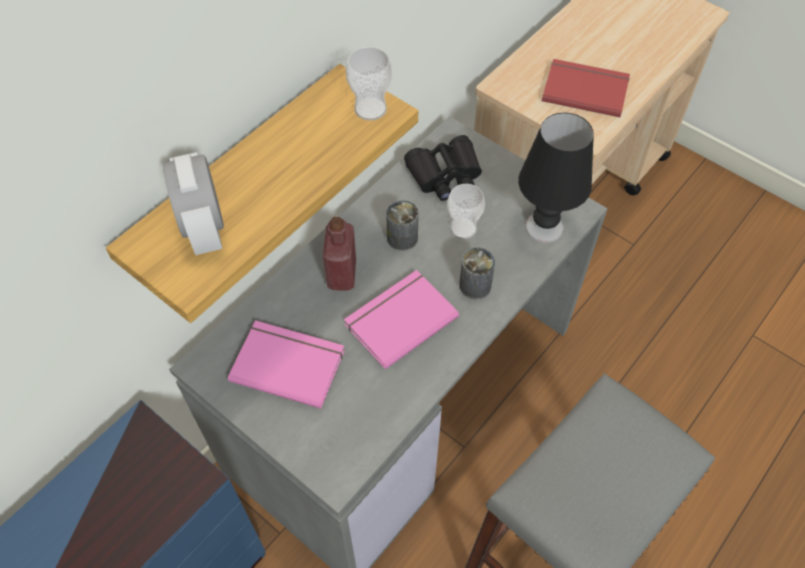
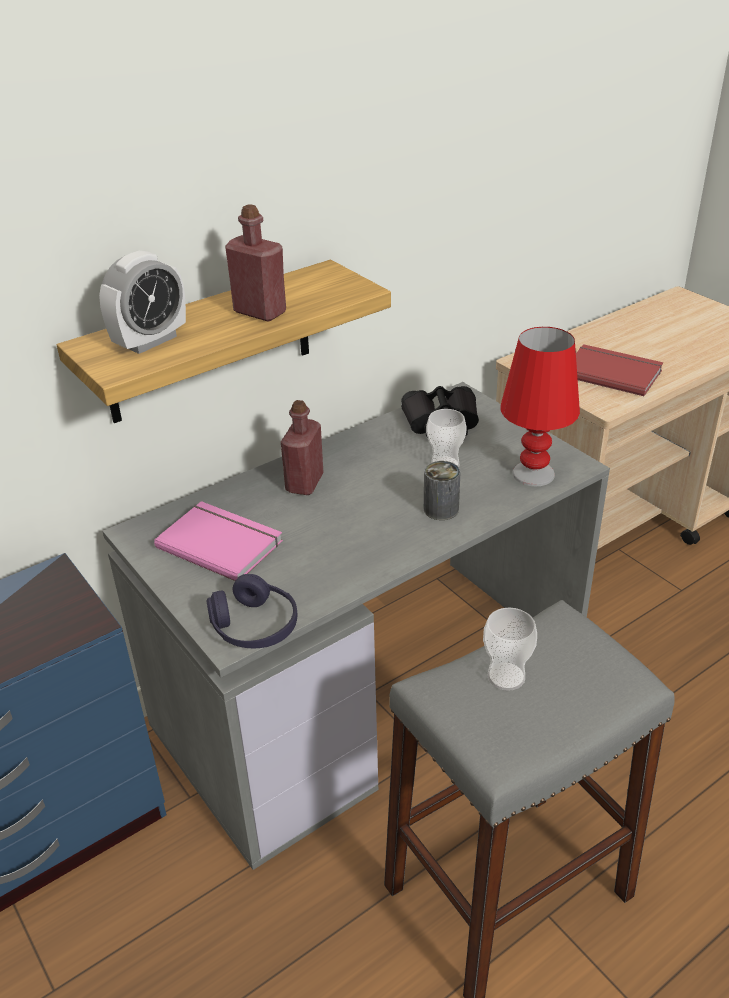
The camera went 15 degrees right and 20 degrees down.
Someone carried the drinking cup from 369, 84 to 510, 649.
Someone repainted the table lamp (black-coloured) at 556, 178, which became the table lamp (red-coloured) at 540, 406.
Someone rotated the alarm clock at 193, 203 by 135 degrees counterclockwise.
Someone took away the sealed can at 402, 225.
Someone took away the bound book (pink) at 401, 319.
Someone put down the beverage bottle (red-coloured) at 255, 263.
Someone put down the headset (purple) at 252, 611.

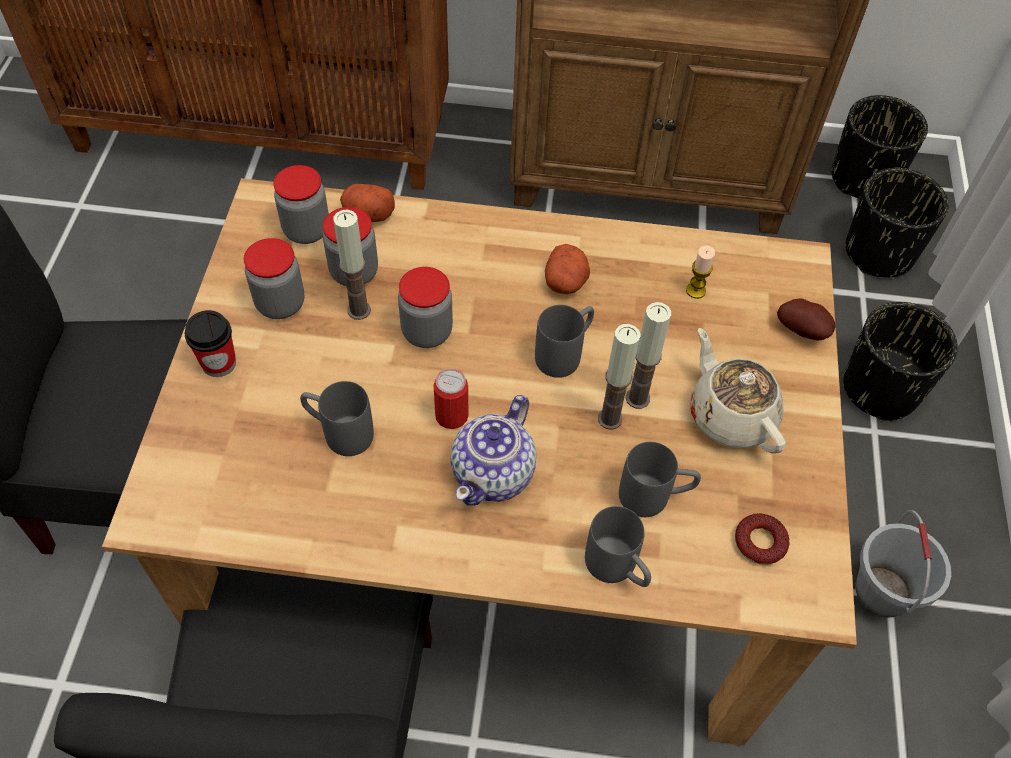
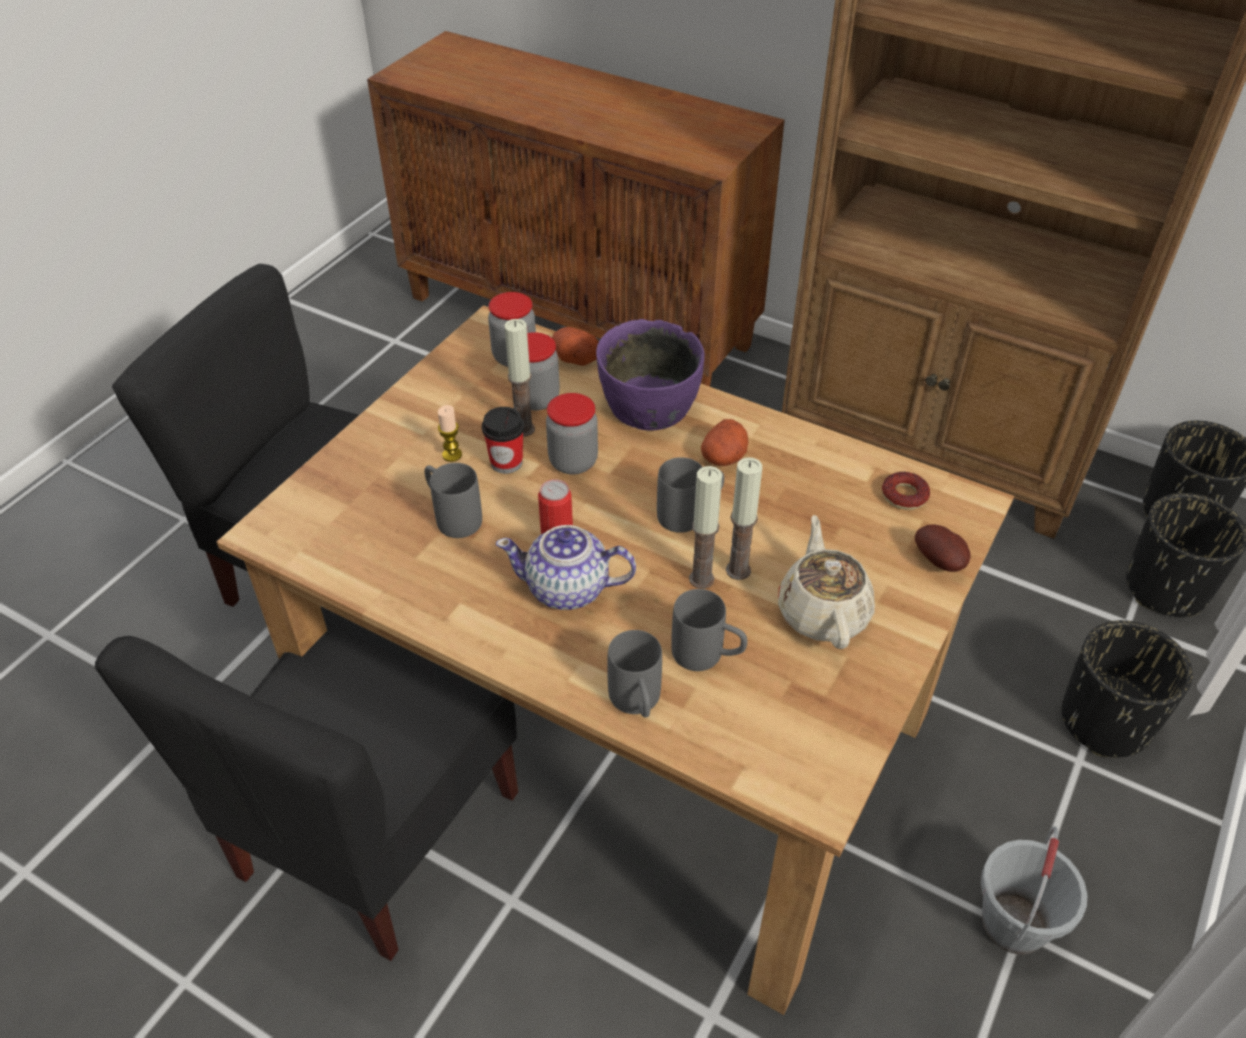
The camera went 25 degrees right and 10 degrees down.
Someone took away the preserve jar at 274, 278.
Someone carried the candle from 700, 272 to 450, 433.
Someone carried the drinking cup from 210, 343 to 503, 440.
Someone rotated the tea pot at 493, 450 by 45 degrees clockwise.
Someone carried the ring doughnut from 762, 539 to 906, 491.
Someone put down the bowl (purple) at 650, 375.

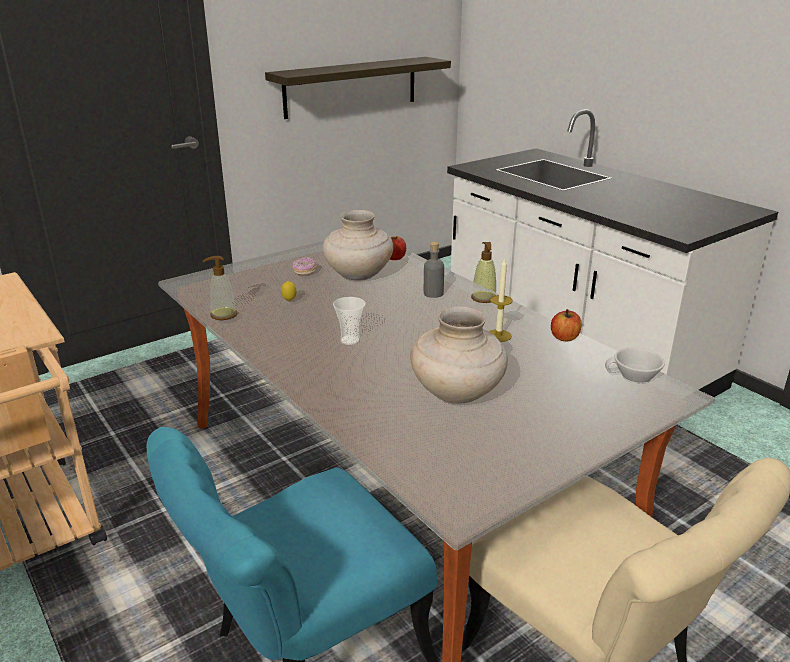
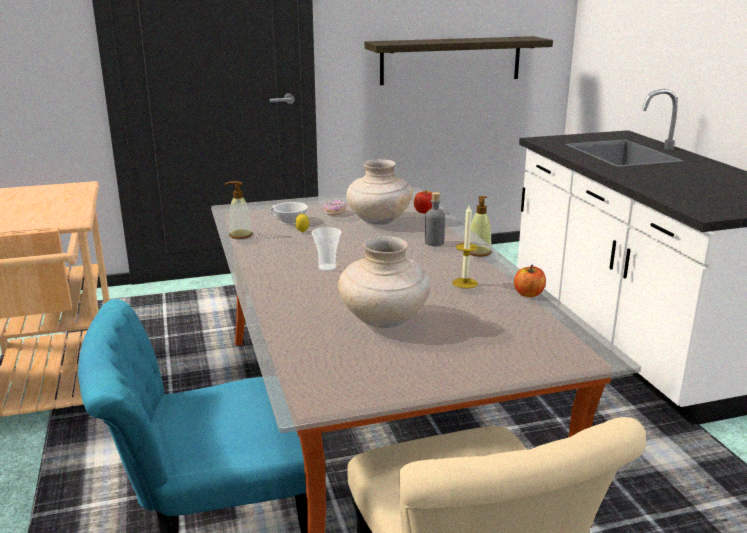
The camera went 20 degrees right and 5 degrees down.
Someone carried the drinking cup (white) from 635, 365 to 289, 213.

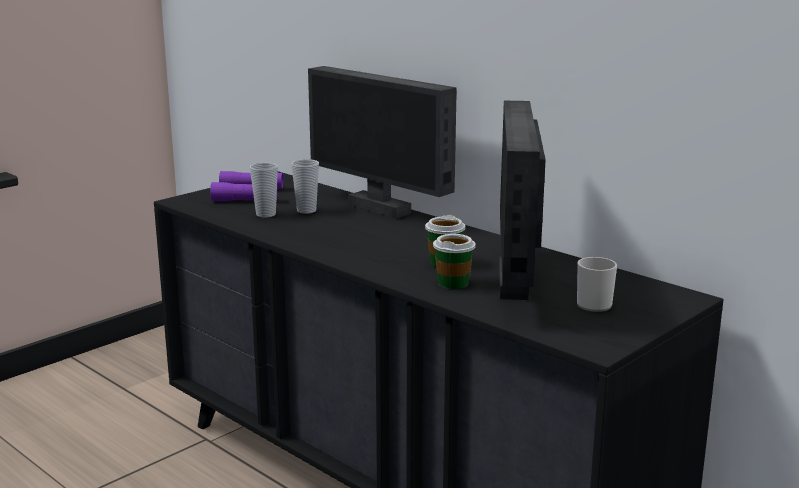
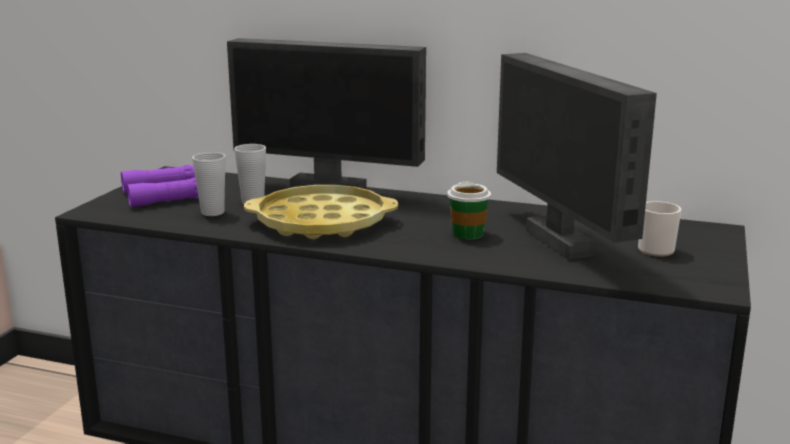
The camera went 25 degrees left and 0 degrees up.
Someone took away the drinking cup at 454, 261.
Someone put down the tray (yellow) at 321, 212.

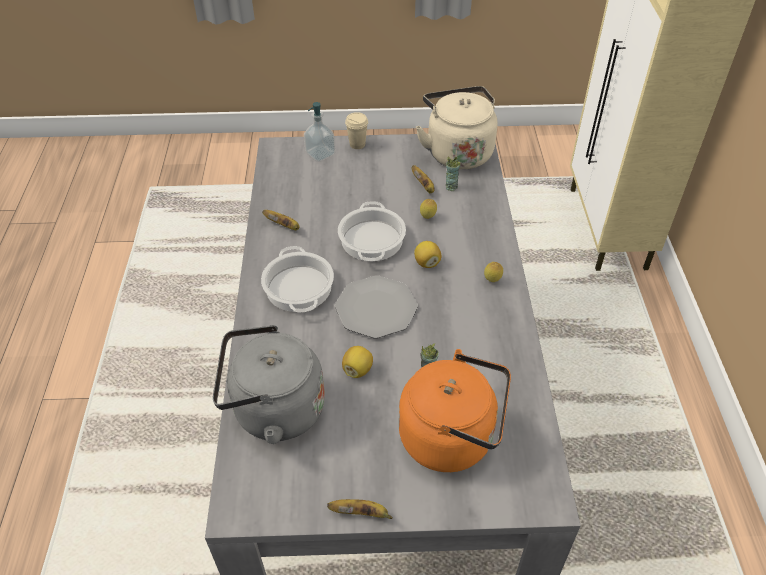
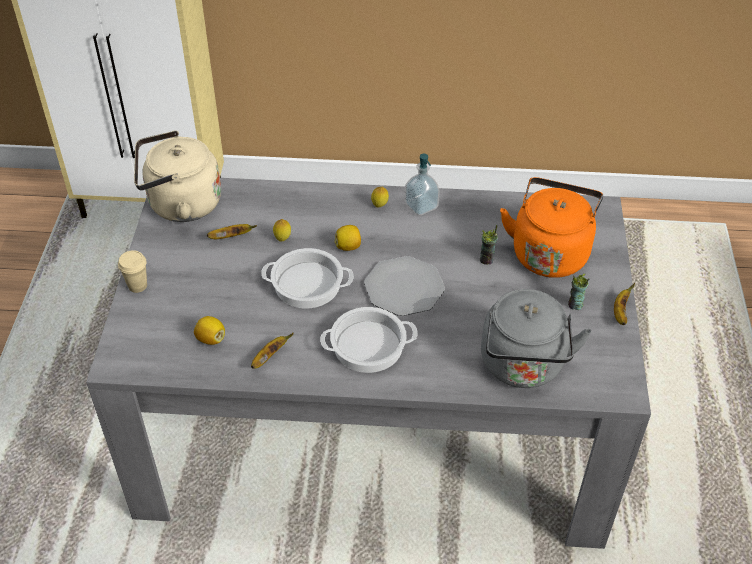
The camera went 85 degrees left and 0 degrees up.
Someone carried the soap dispenser from 320, 132 to 422, 185.
Someone carried the drinking cup from 453, 173 to 579, 292.
Someone carried the citrus fruit from 357, 362 to 209, 330.

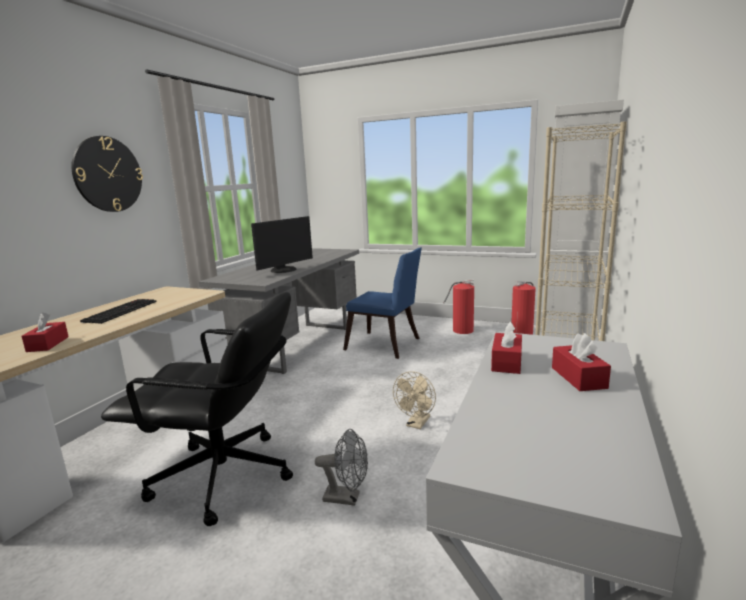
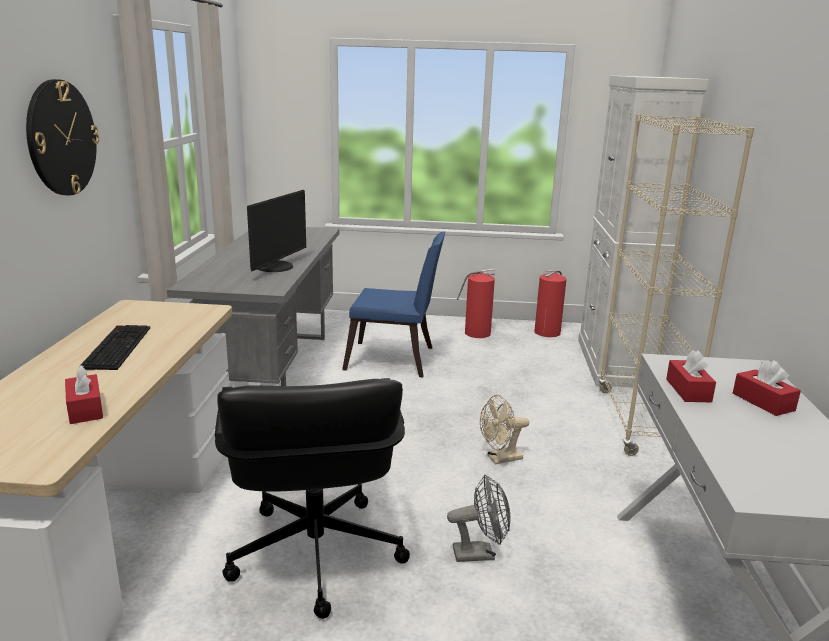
The camera went 20 degrees left and 5 degrees up.
Someone rotated the computer chair (black-coloured) at 197, 409 by 90 degrees clockwise.
Someone rotated the cooling fan (beige-coloured) at 414, 400 by 60 degrees clockwise.

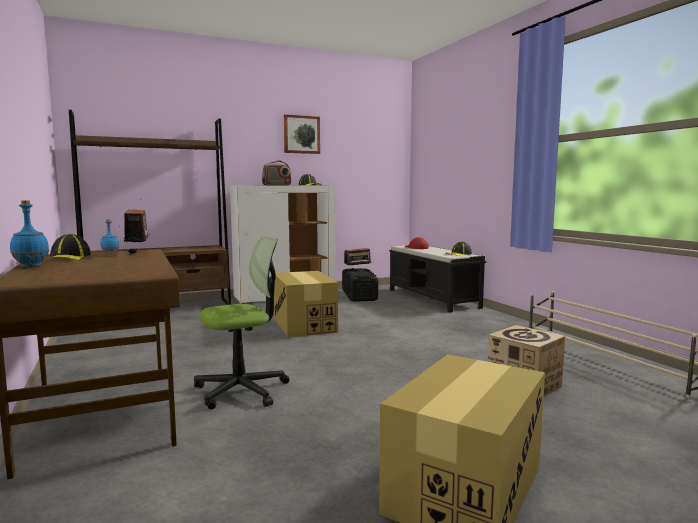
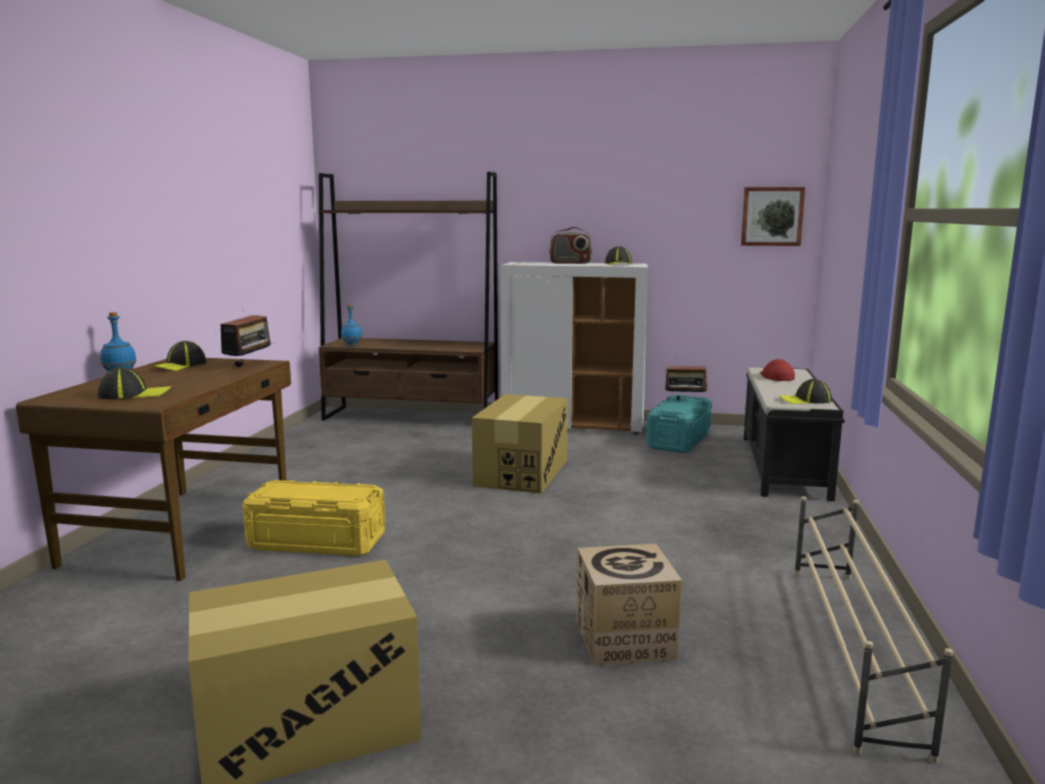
The camera went 35 degrees right and 5 degrees up.
Someone carried the wall picture from 302, 134 to 773, 216.
Someone swapped the computer chair at 241, 322 for the storage bin (yellow) at 313, 518.
Someone repainted the storage bin (black-coloured) at 360, 285, which became the storage bin (turquoise) at 679, 424.
Someone put down the peaked cap at 134, 383.

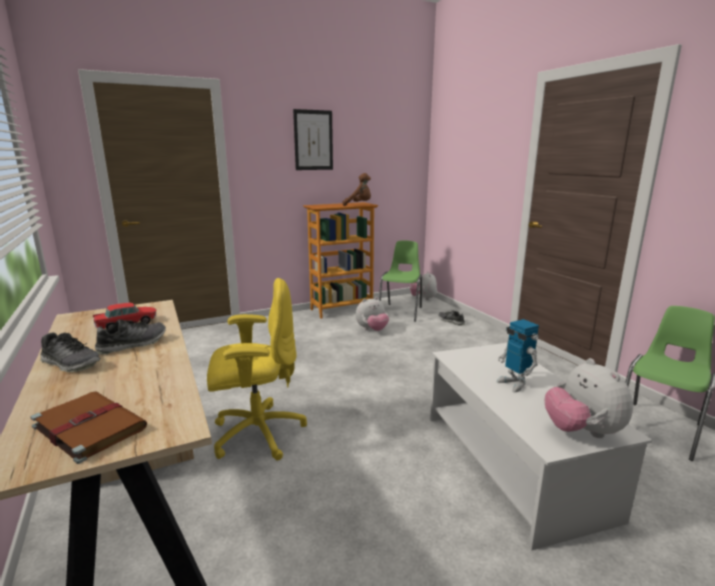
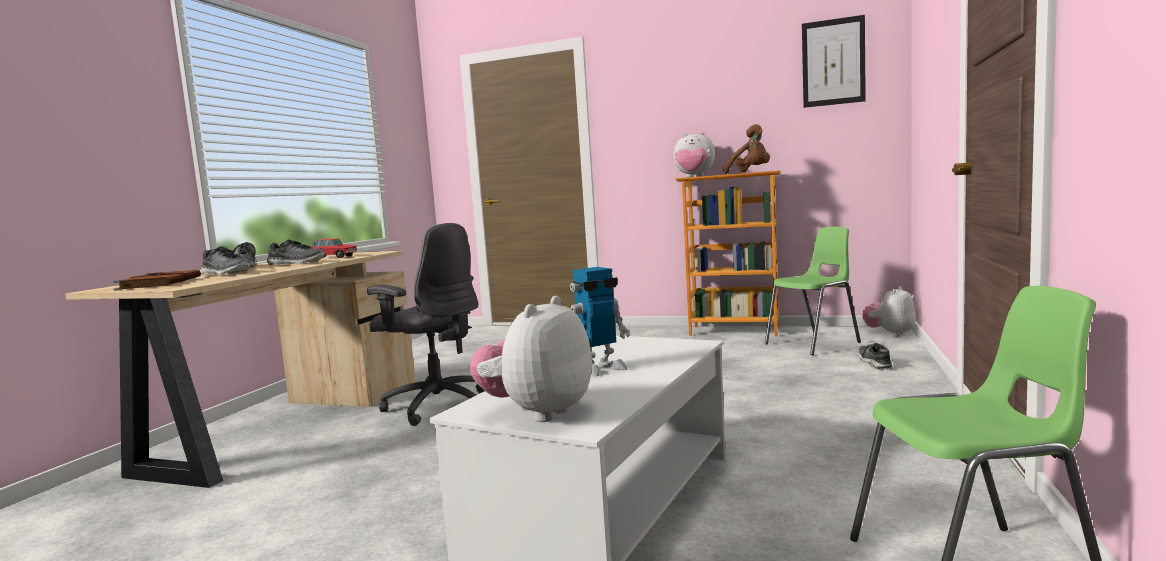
The camera went 45 degrees right and 10 degrees down.
Someone carried the wall picture from 313, 139 to 834, 61.
Someone repainted the computer chair (yellow) at 257, 369, which became the computer chair (grey) at 426, 324.
Someone carried the soft toy from 372, 314 to 694, 154.
Someone rotated the robot figure at 518, 355 by 135 degrees counterclockwise.
Someone put down the item of footwear at 226, 260.

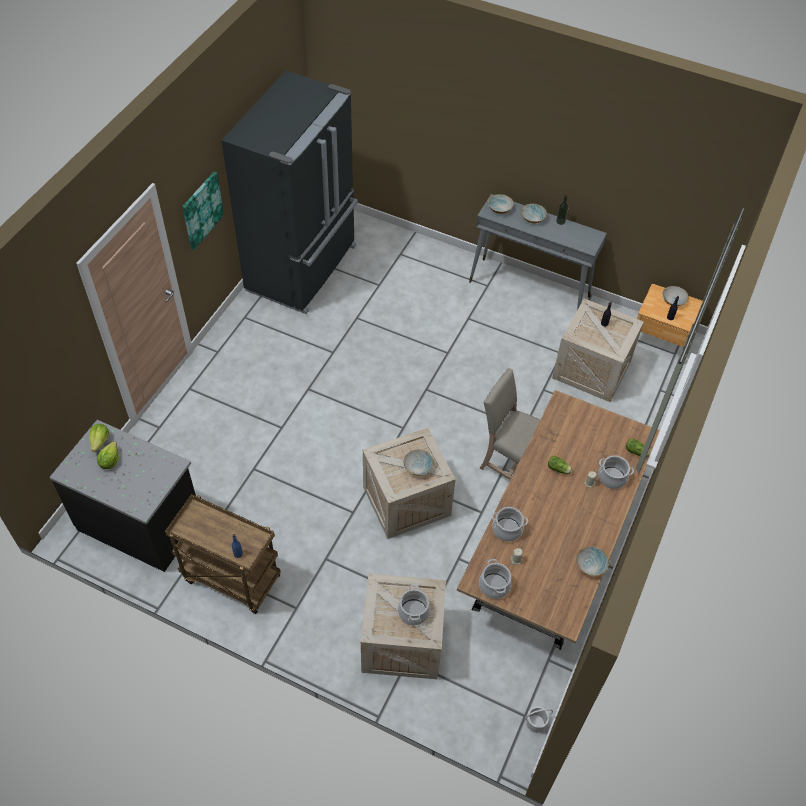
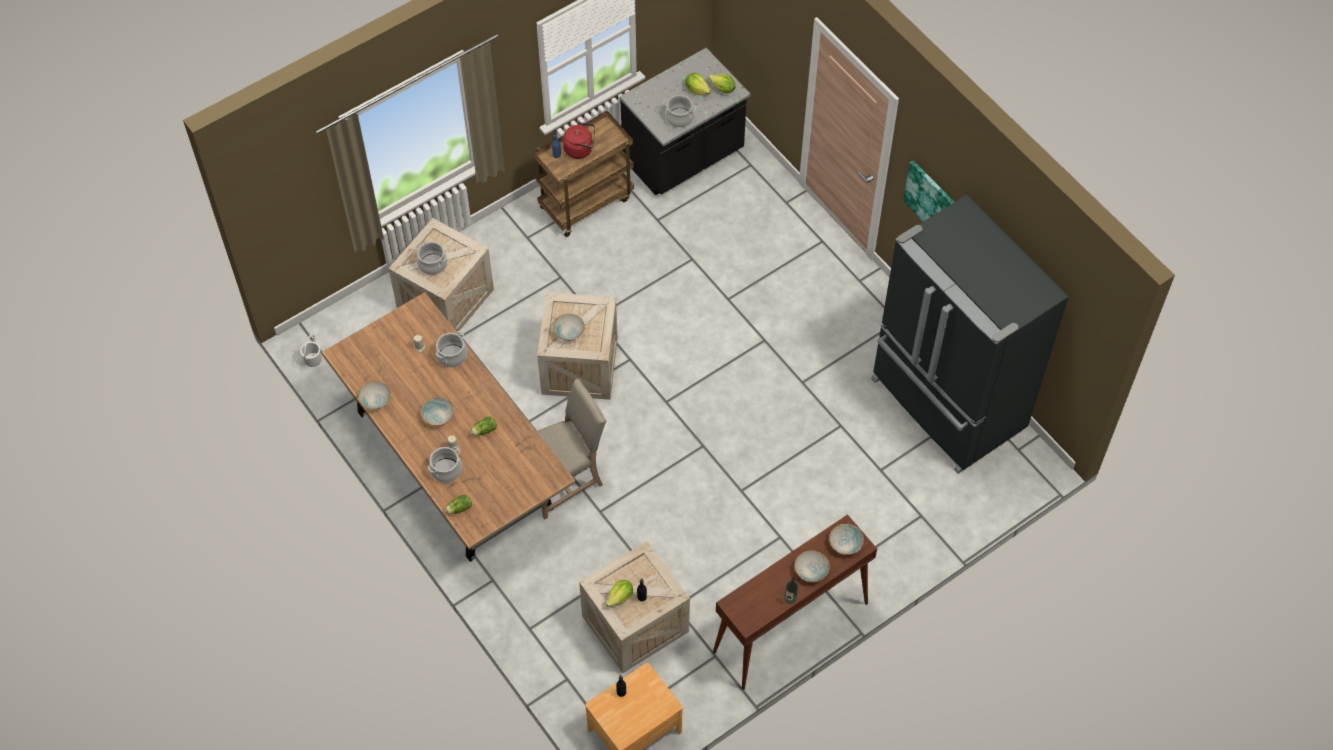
The camera went 120 degrees right and 5 degrees up.
Someone repainted the narrow table (grey) at 538, 252, which became the narrow table (brown-coloured) at 795, 602.
Someone carried the bowl from 675, 296 to 437, 411.
Someone carried the stockpot from 495, 579 to 680, 111.
Someone put down the kettle (red-coloured) at 579, 140.
Someone put down the head of lettuce at 619, 593.

